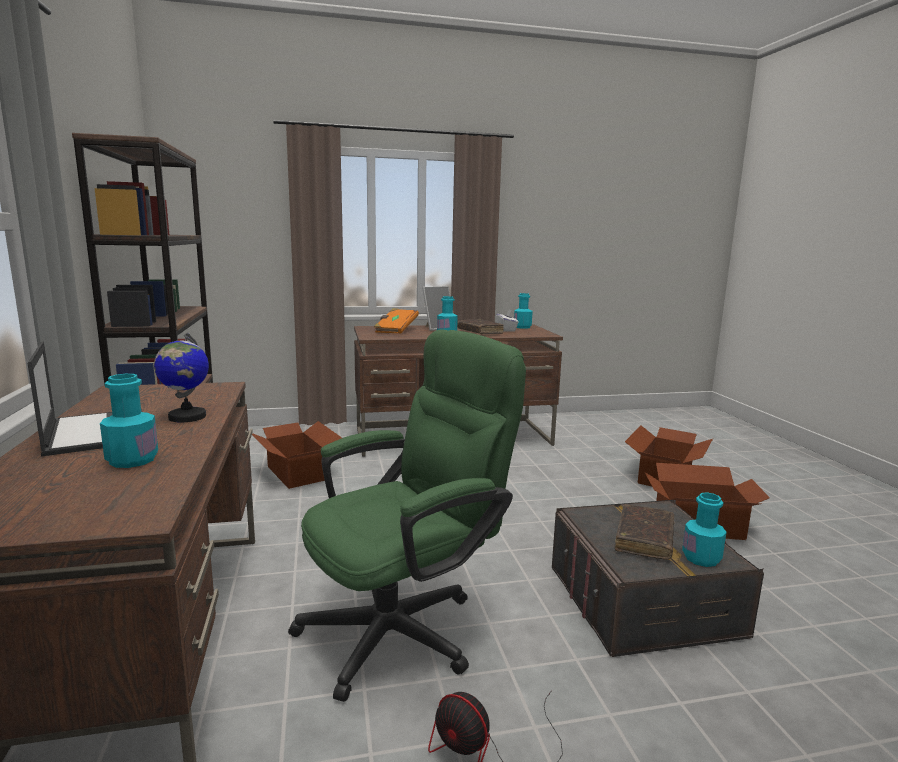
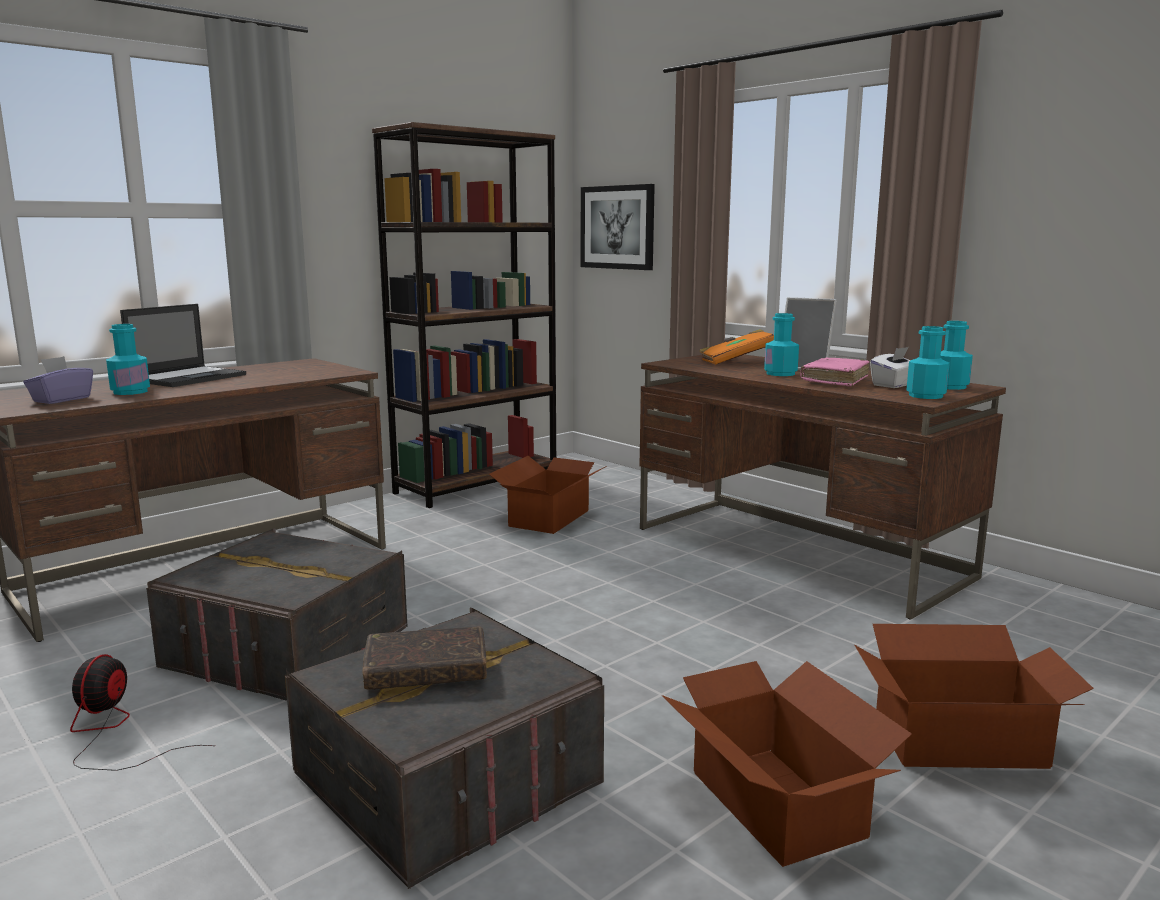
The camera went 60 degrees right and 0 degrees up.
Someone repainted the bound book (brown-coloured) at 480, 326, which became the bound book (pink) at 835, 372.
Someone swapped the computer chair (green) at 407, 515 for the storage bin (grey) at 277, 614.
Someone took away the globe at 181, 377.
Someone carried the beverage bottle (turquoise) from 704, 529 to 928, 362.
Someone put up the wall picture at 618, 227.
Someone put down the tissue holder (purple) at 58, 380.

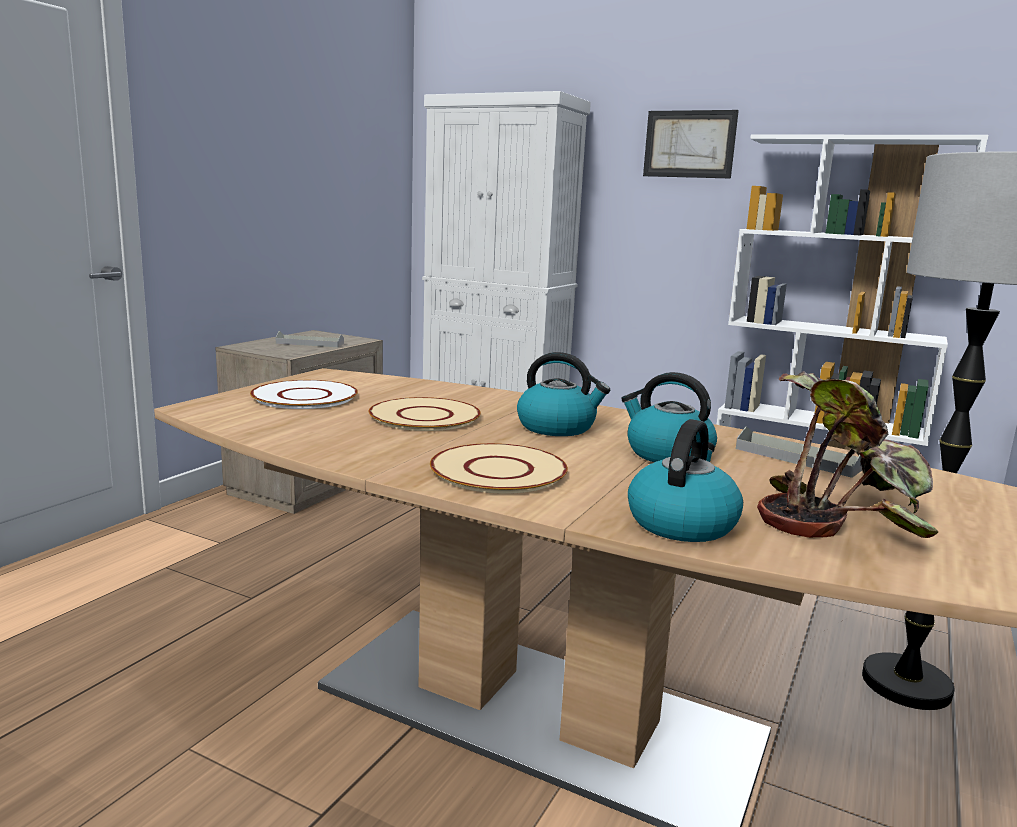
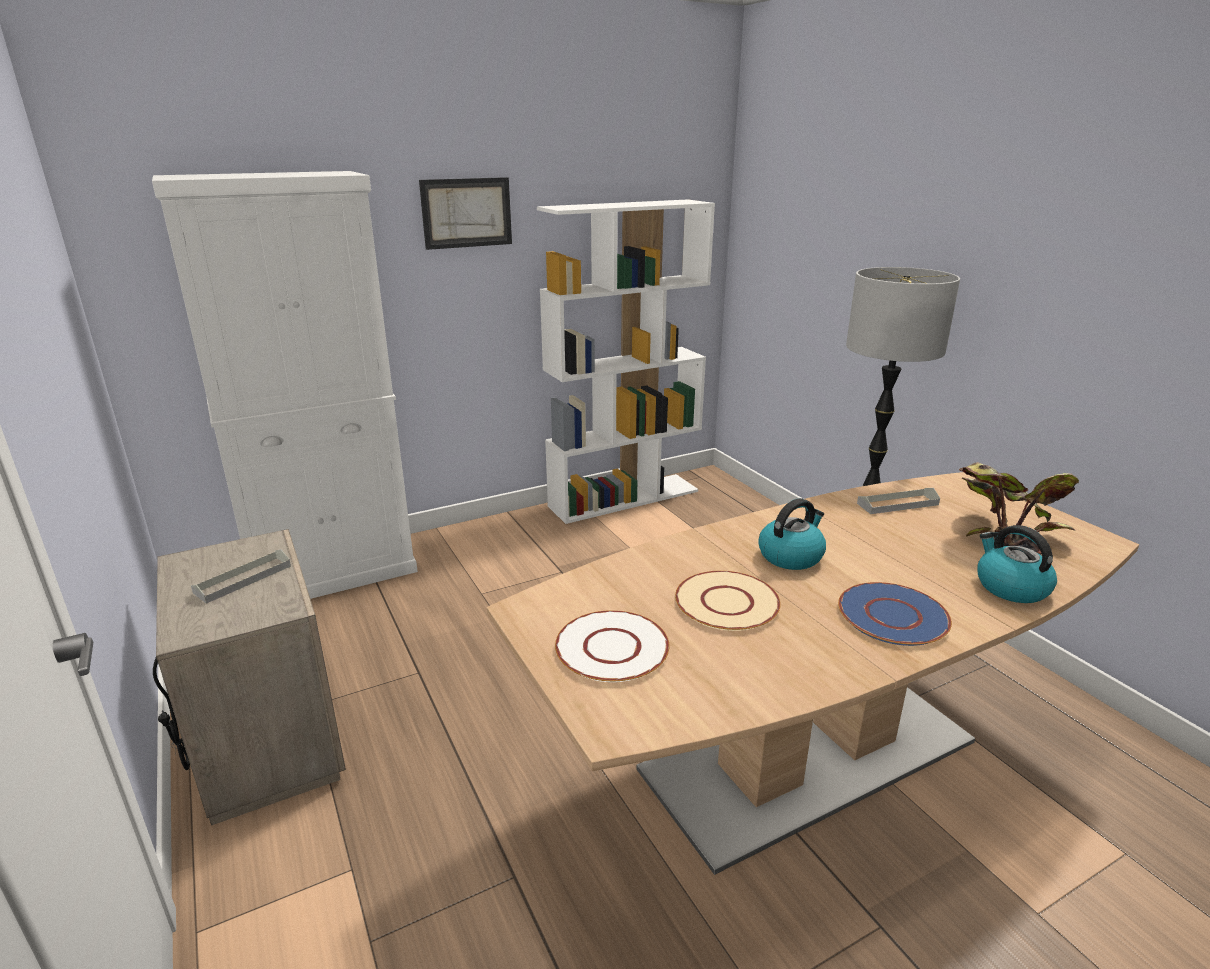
The camera went 55 degrees left and 10 degrees up.
Someone took away the kettle at 669, 417.
Someone repainted the plate (beige-coloured) at 499, 468, which became the plate (blue) at 895, 614.

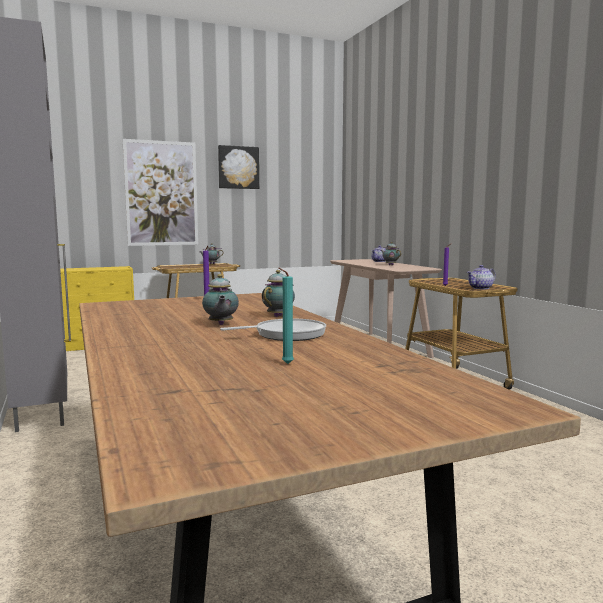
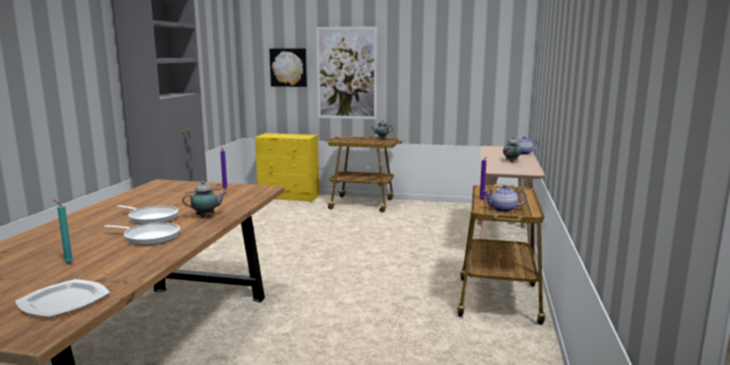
The camera went 35 degrees right and 5 degrees up.
Someone carried the wall picture from 238, 167 to 288, 68.
Someone swapped the tea pot at 220, 299 for the skillet at 147, 215.
Someone put down the plate at 62, 298.

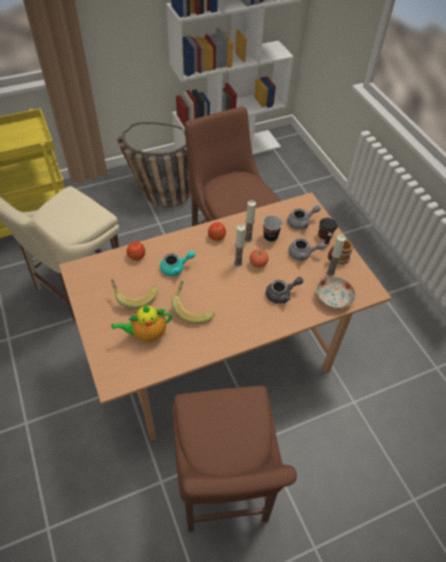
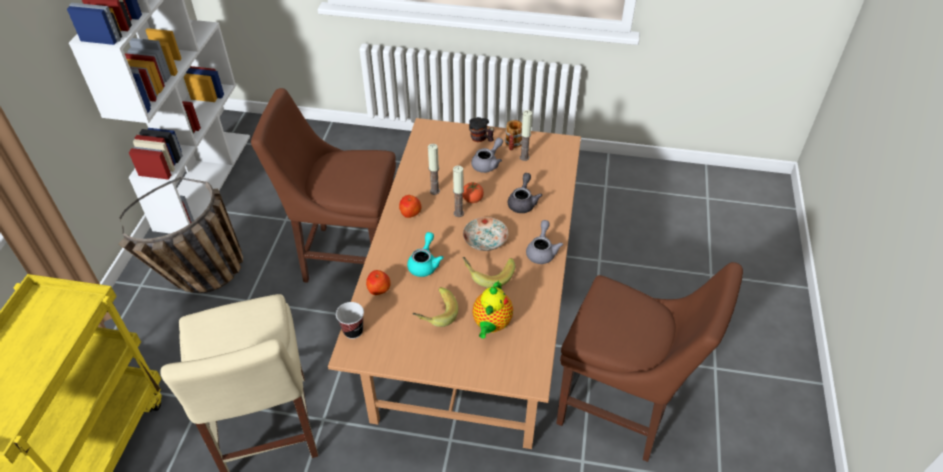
The camera went 55 degrees left and 5 degrees down.
Someone carried the tea pot (grey) from 304, 217 to 544, 242.
Someone carried the drinking cup from 273, 228 to 350, 320.
Someone carried the plate from 336, 292 to 485, 234.

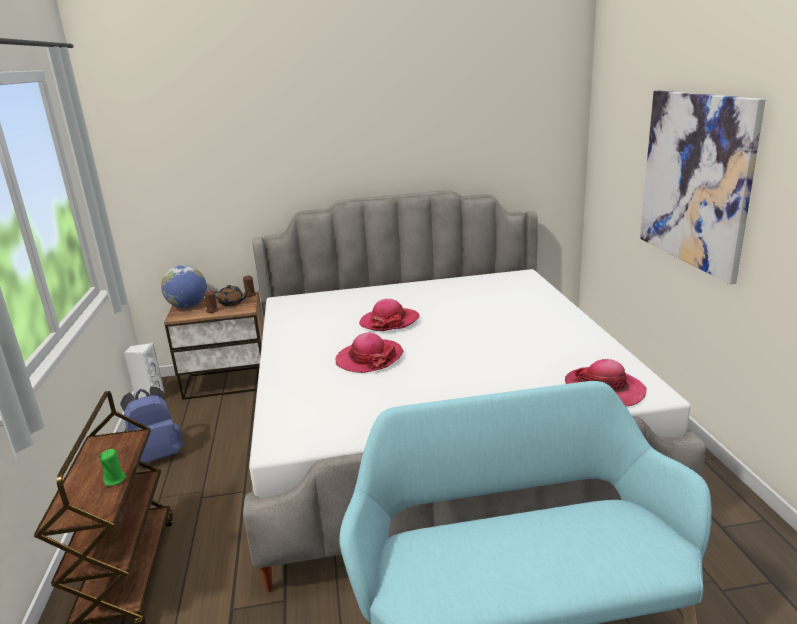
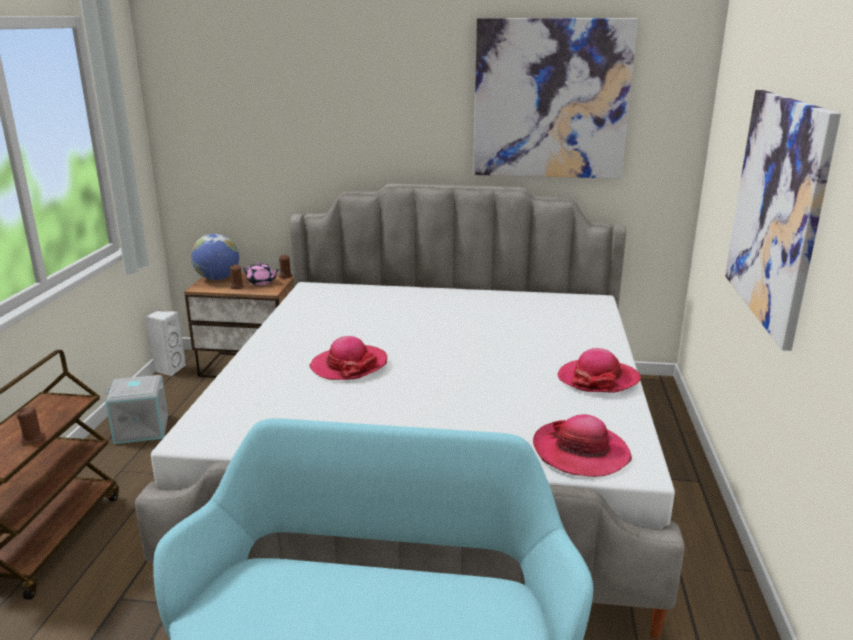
The camera went 15 degrees right and 0 degrees up.
Someone repainted the tea pot (brown-coloured) at 231, 296, which became the tea pot (pink) at 261, 274.
Someone carried the clothing hat from 389, 315 to 599, 370.
Someone swapped the rucksack (blue) at 151, 426 for the storage bin (grey) at 136, 409.
Someone repainted the candle (green) at 113, 467, which became the candle (brown-coloured) at 31, 425.
Someone put up the wall picture at 555, 98.

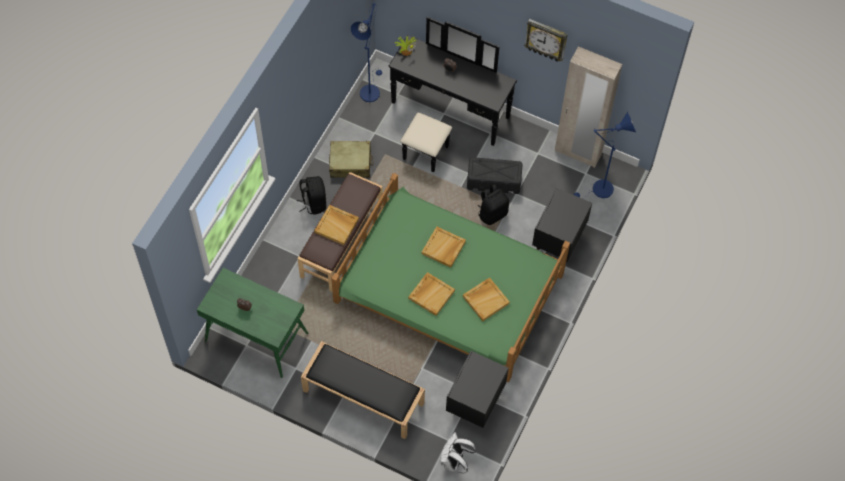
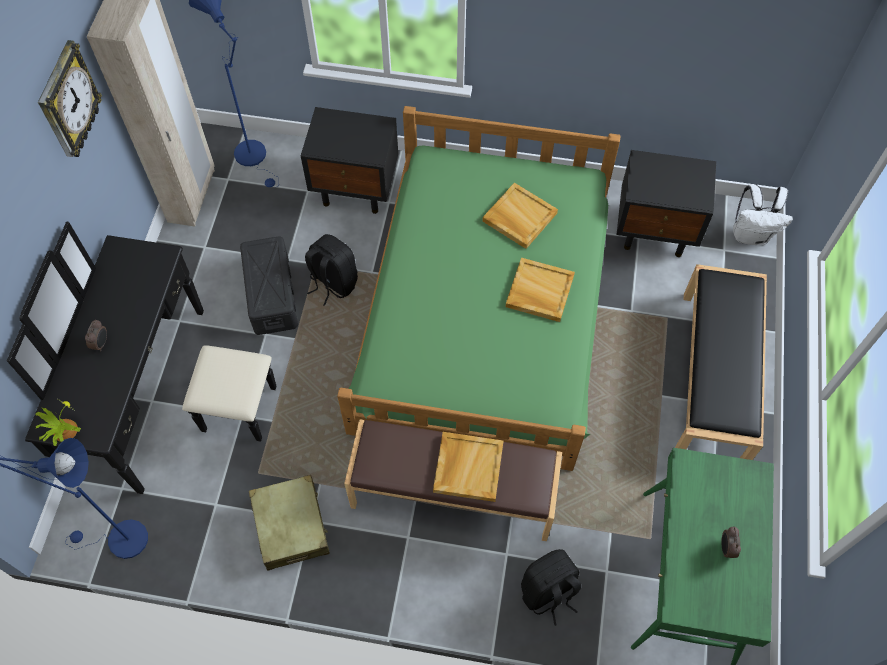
The camera went 105 degrees left and 0 degrees up.
Someone carried the rucksack (black-coloured) from 311, 195 to 551, 587.
Someone took away the tray (beige-coloured) at 444, 247.

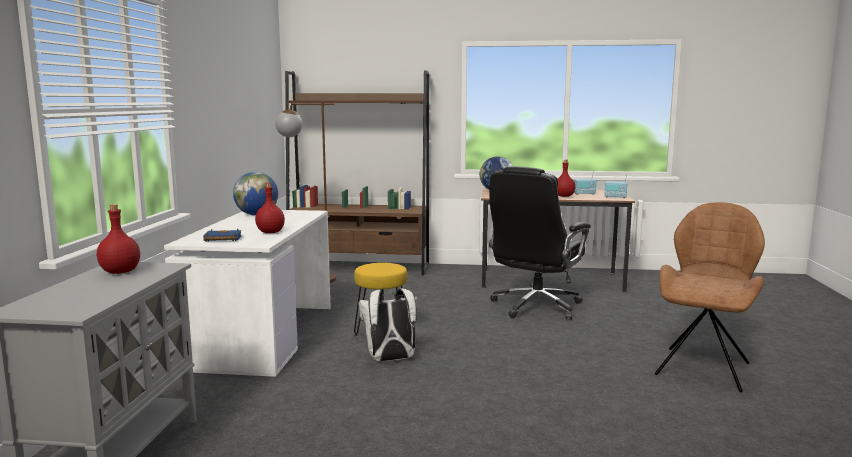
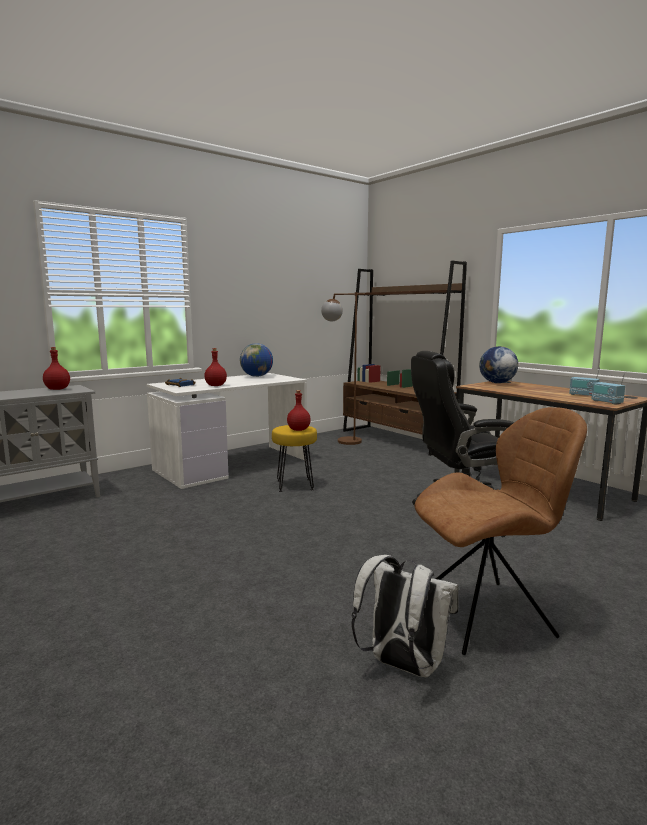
The camera went 45 degrees right and 0 degrees up.
Someone carried the beverage bottle (red-coloured) from 566, 178 to 299, 410.
Someone carried the rucksack (white) from 388, 325 to 405, 616.

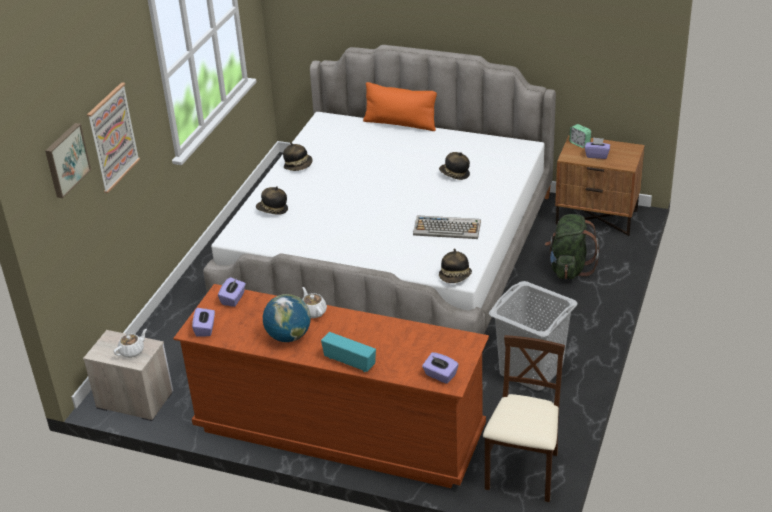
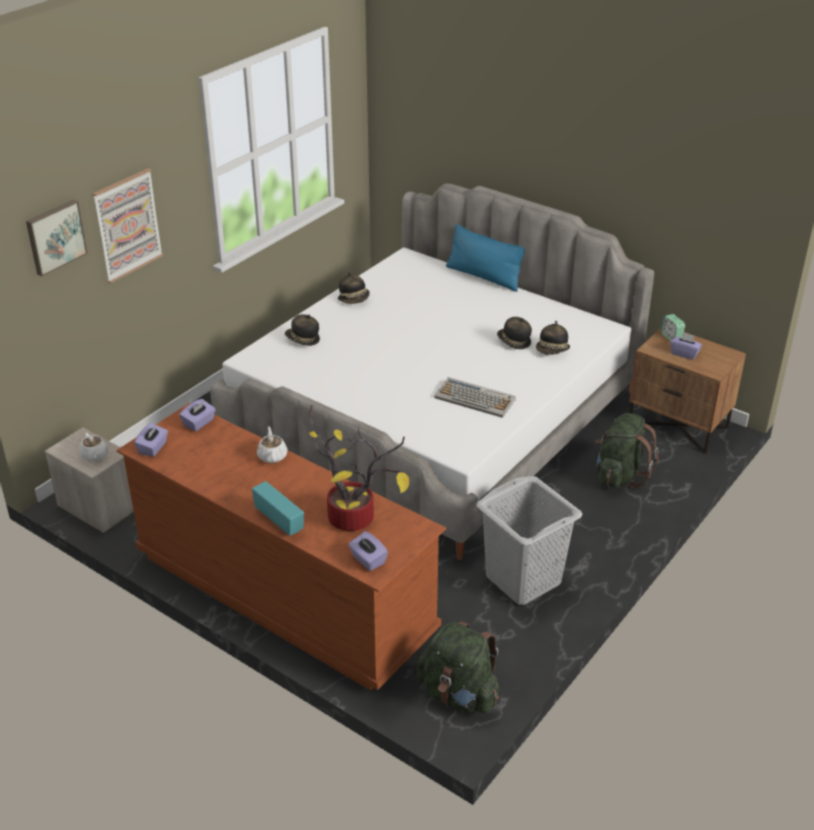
The camera went 15 degrees right and 0 degrees up.
Someone repainted the cushion (orange-coloured) at 400, 106, which became the cushion (blue) at 485, 258.
Someone carried the clothing hat from 455, 265 to 553, 338.
Someone took away the globe at 287, 318.
Someone rotated the tea pot (white) at 130, 343 by 90 degrees clockwise.
Someone swapped the chair (beige-coloured) at 524, 418 for the rucksack (green) at 458, 667.
Someone put down the plant in a pot at 359, 468.

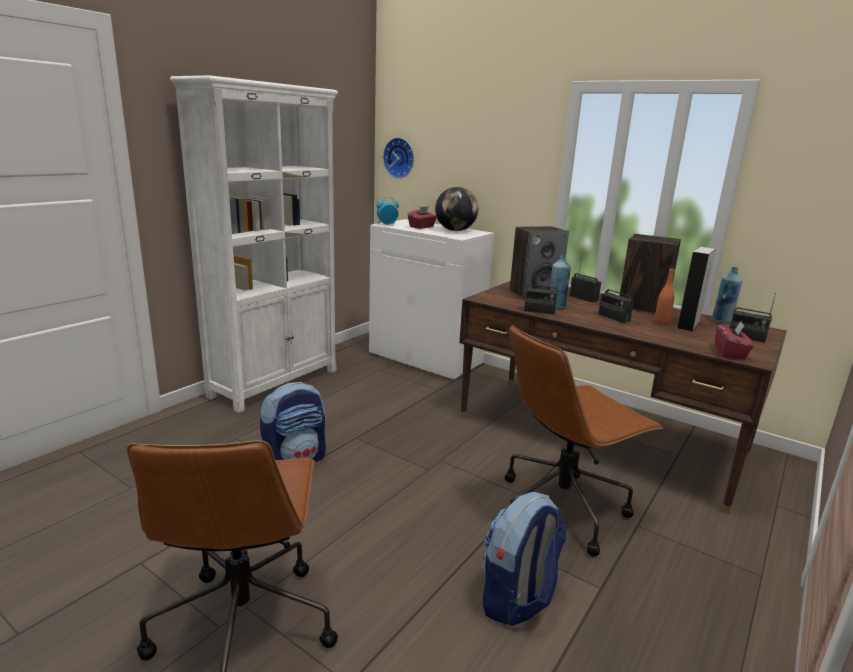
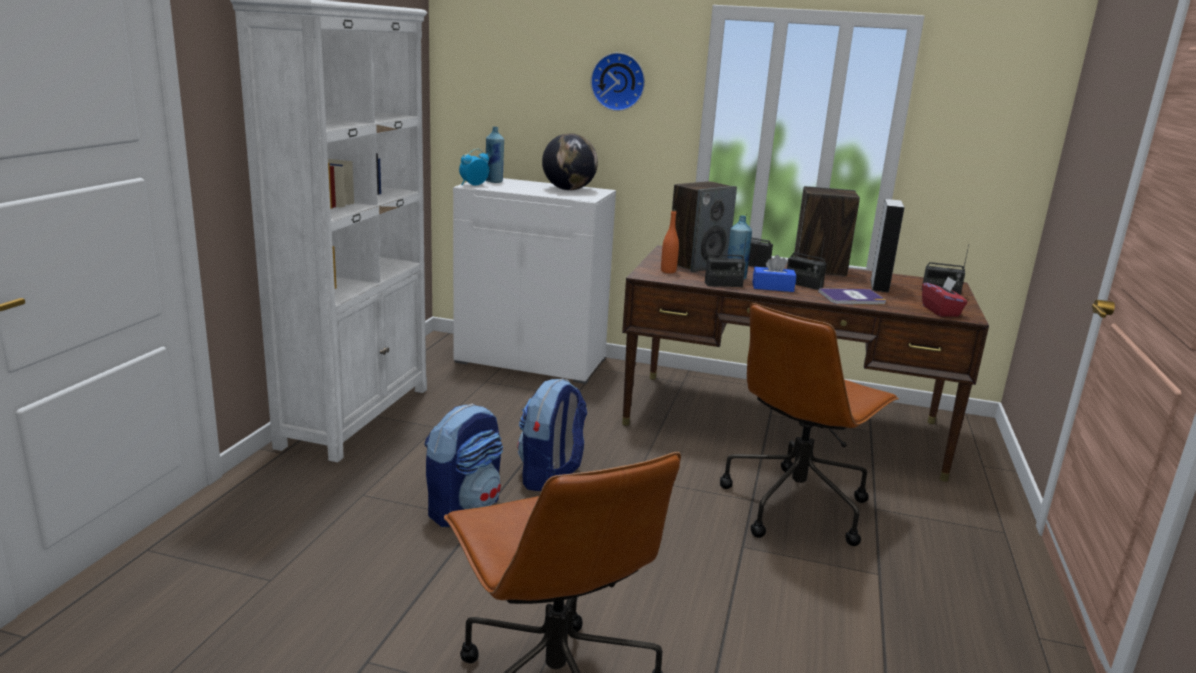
The camera went 20 degrees left and 0 degrees up.
Someone carried the wall clock from 398, 158 to 618, 81.
Someone took away the tissue holder (red-coloured) at 422, 217.
Someone carried the beverage bottle (orange-coloured) from 665, 296 to 670, 241.
Someone carried the beverage bottle (blue) from 727, 295 to 494, 155.
Someone carried the rucksack from 525, 559 to 552, 435.
Someone put down the tissue holder (blue) at 774, 273.
Someone put down the bound book at 852, 297.

